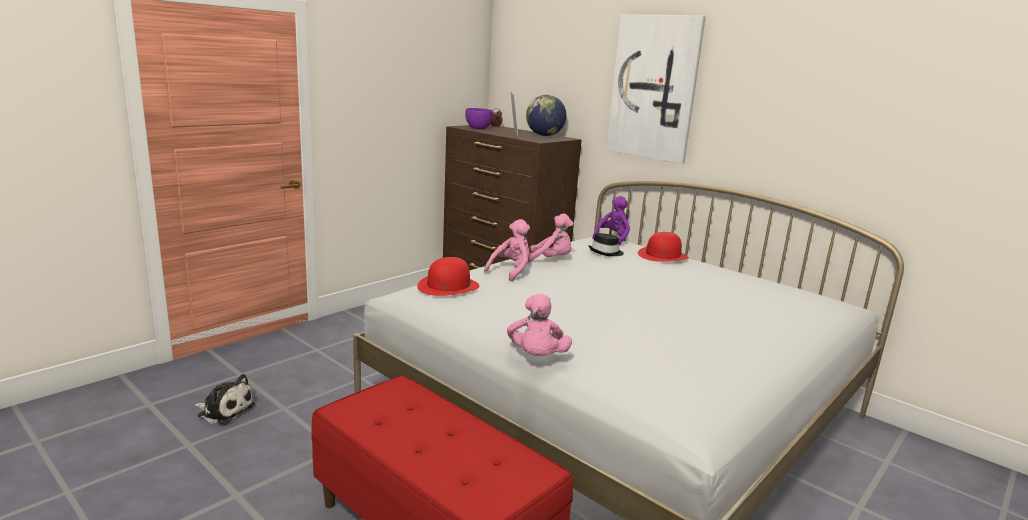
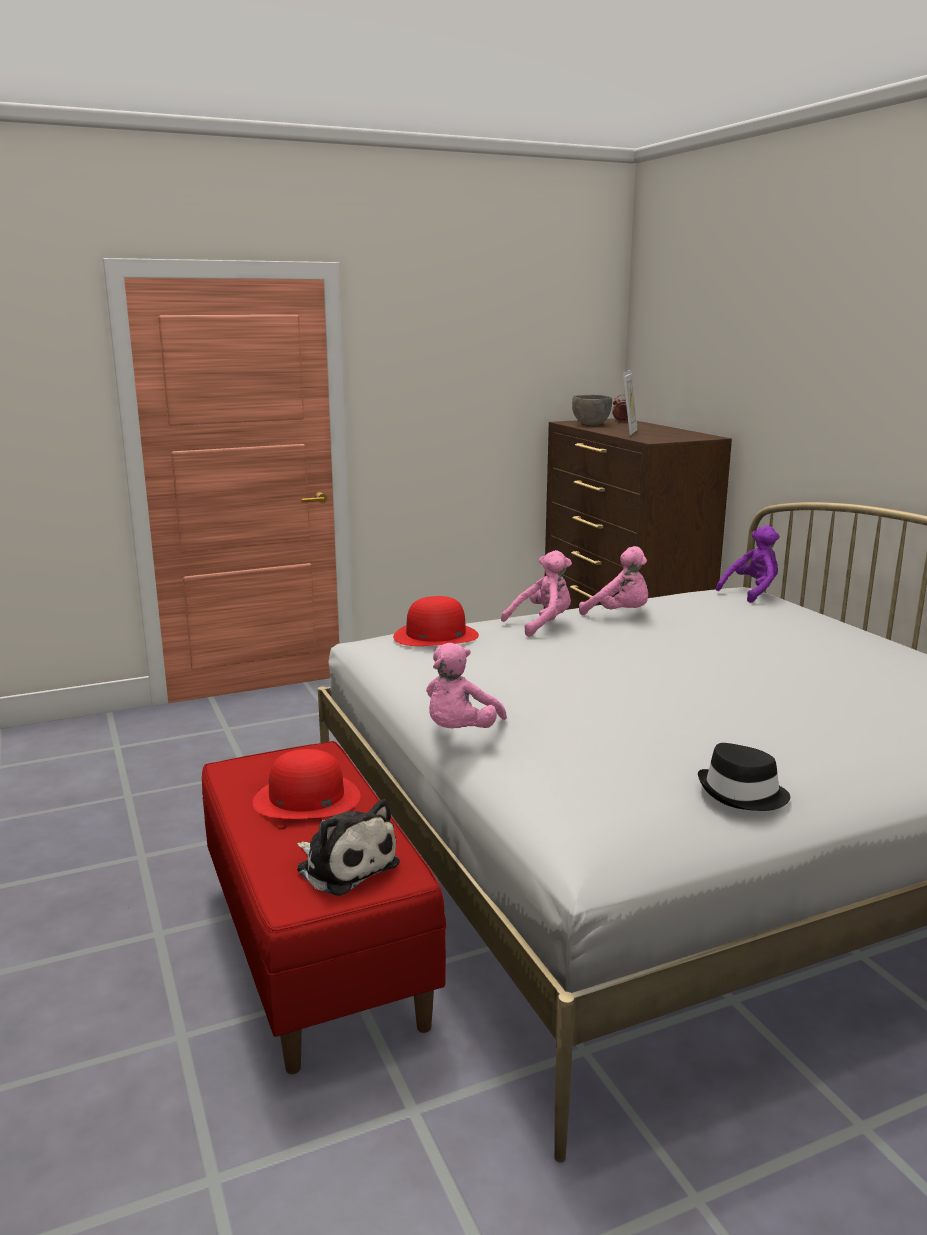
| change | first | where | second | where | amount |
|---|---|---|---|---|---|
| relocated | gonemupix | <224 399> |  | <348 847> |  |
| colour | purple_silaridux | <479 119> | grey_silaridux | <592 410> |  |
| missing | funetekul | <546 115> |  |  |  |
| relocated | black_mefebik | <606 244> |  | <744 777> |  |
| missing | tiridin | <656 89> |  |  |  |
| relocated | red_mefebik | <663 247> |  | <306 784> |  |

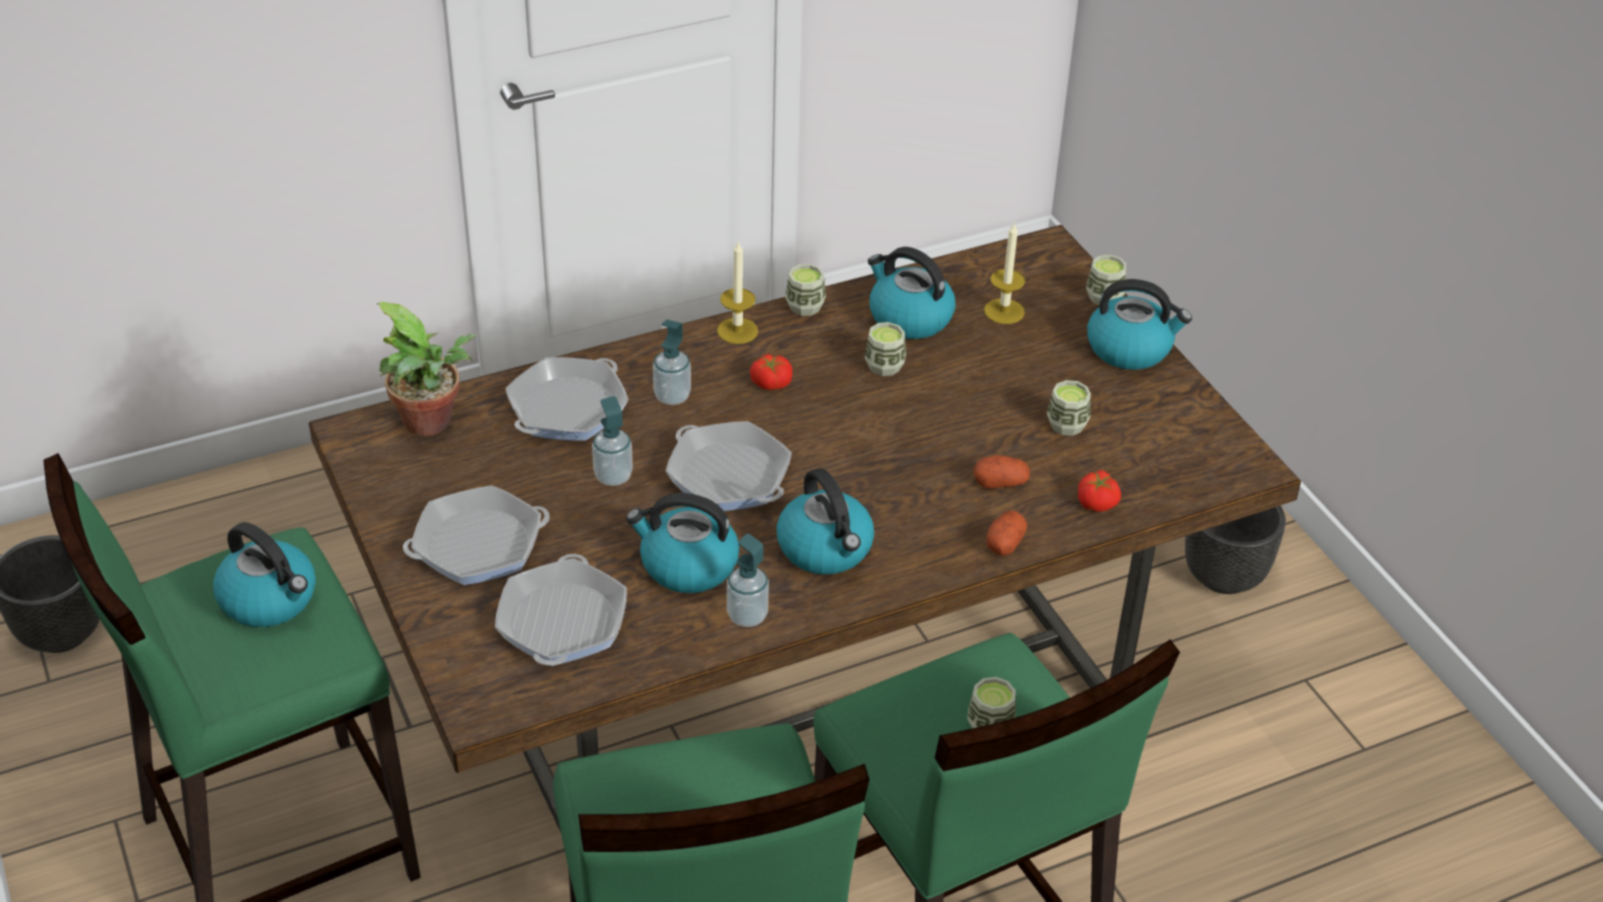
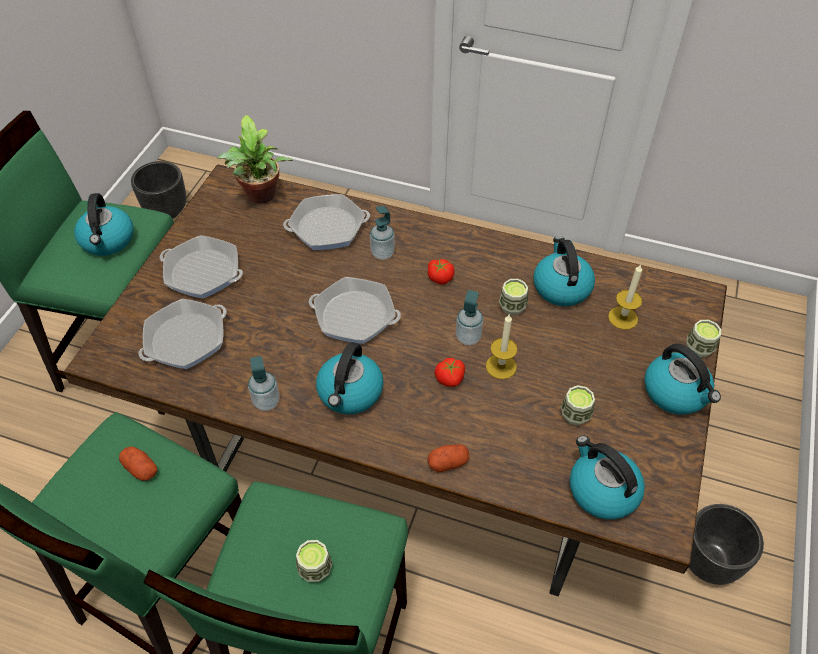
| change | first | where | second | where | amount |
|---|---|---|---|---|---|
| relocated | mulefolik | <612 441> |  | <469 317> |  |
| relocated | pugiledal | <682 543> |  | <607 478> |  |
| spun | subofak | <729 466> |  | <355 310> | 75 degrees counterclockwise |
| relocated | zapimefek | <737 293> |  | <501 347> |  |
| missing | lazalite | <805 290> |  |  |  |
| relocated | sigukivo | <1002 472> |  | <138 463> |  |
| relocated | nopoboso | <1099 491> |  | <449 372> |  |

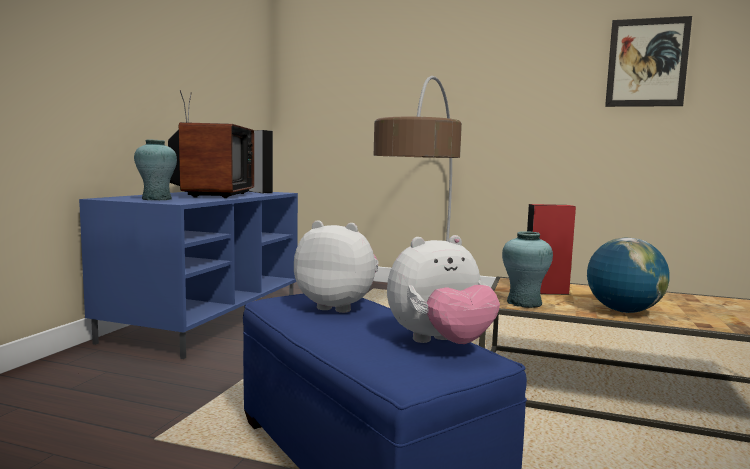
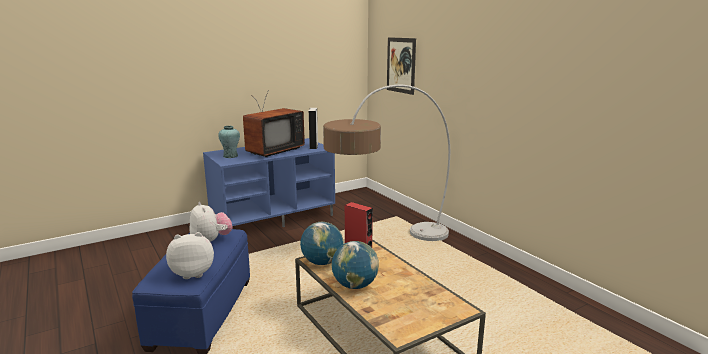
| change | first | where | second | where | amount |
|---|---|---|---|---|---|
| spun | gonemupix | <443 289> |  | <190 255> | 150 degrees clockwise |
| exchanged | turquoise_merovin | <527 269> | funetekul | <322 243> |  |
| relocated | tiridin | <648 61> |  | <401 66> |  |

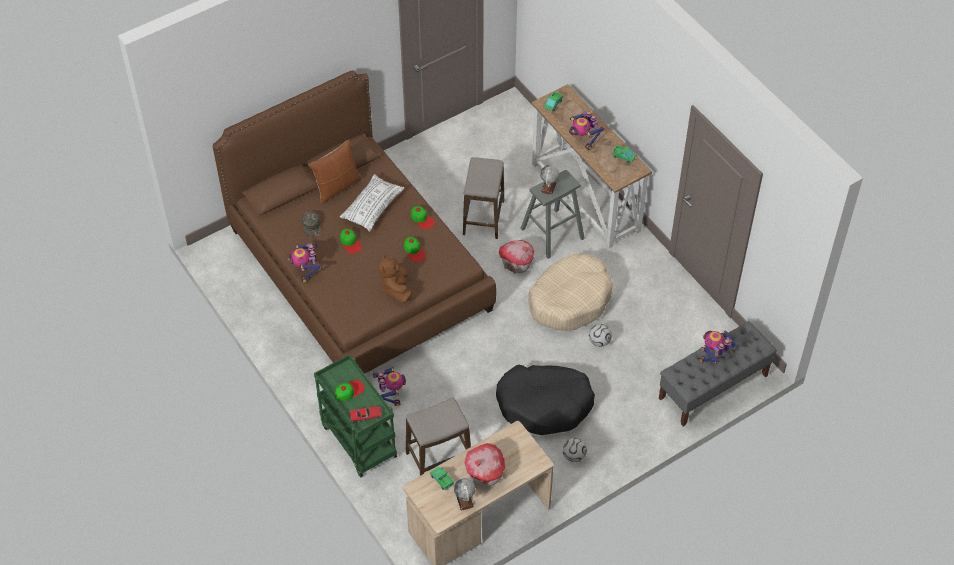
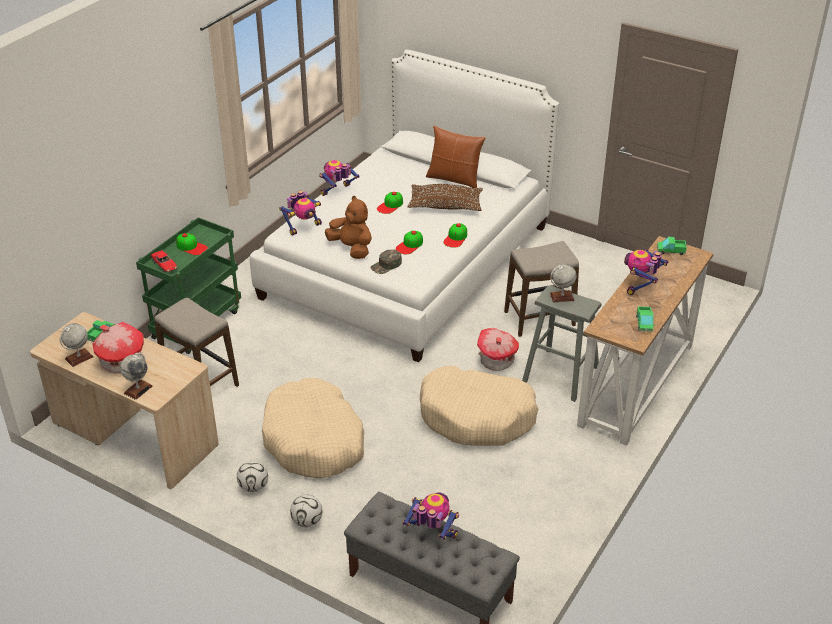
| change | first | where | second | where | amount |
|---|---|---|---|---|---|
| colour | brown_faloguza | <354 222> | white_faloguza | <404 206> |  |
| relocated | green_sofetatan | <311 224> |  | <386 261> |  |
| colour | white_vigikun | <372 203> | brown_vigikun | <445 197> |  |
| relocated | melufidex | <389 386> |  | <300 213> |  |
| spun | brown_gonemupix | <395 279> |  | <348 227> | 75 degrees clockwise |
| colour | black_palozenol | <545 400> | beige_palozenol | <313 428> |  |
| relocated | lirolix | <600 335> |  | <306 511> |  |
| appeared |  |  | funetekul | <136 376> |  |

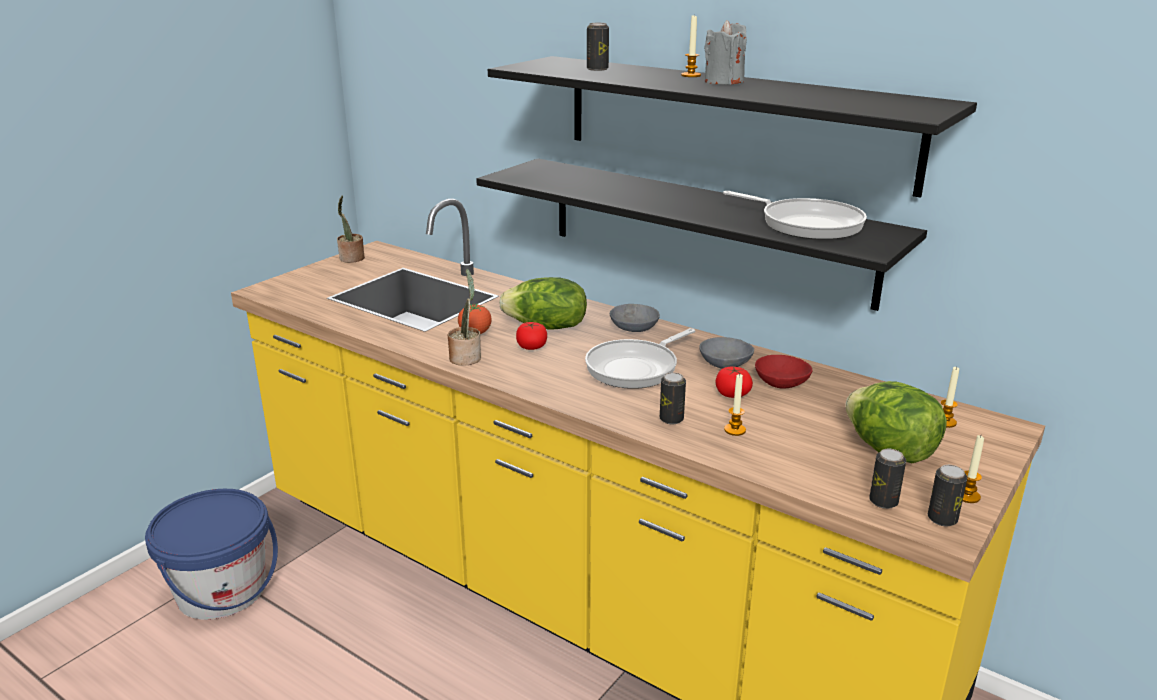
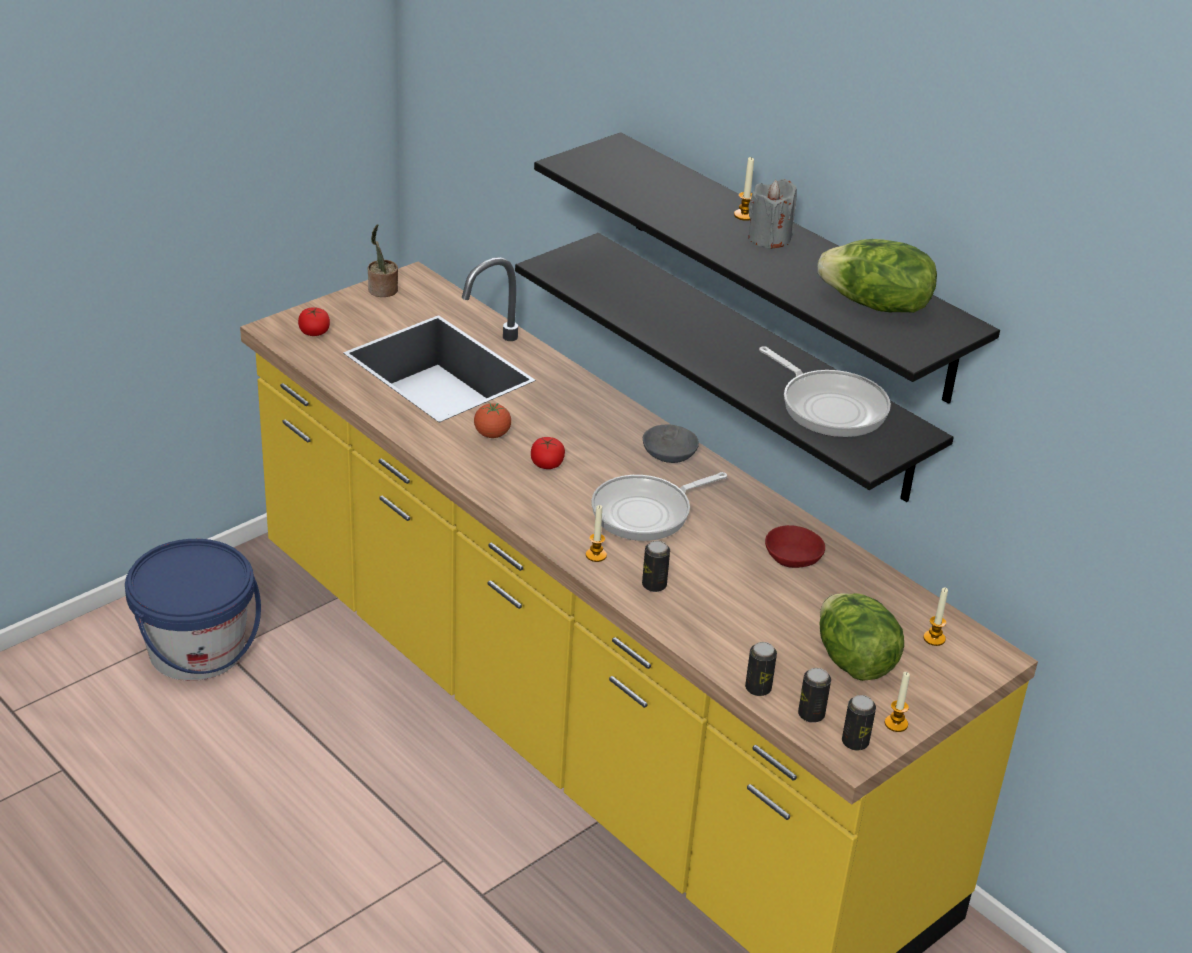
| change | first | where | second | where | amount |
|---|---|---|---|---|---|
| missing | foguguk | <464 317> |  |  |  |
| relocated | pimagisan | <543 303> |  | <877 276> |  |
| relocated | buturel | <598 47> |  | <761 669> |  |
| missing | grey_silaridux | <726 353> |  |  |  |
| relocated | nopoboso | <734 382> |  | <314 321> |  |
| relocated | zapimefek | <735 405> |  | <596 533> |  |

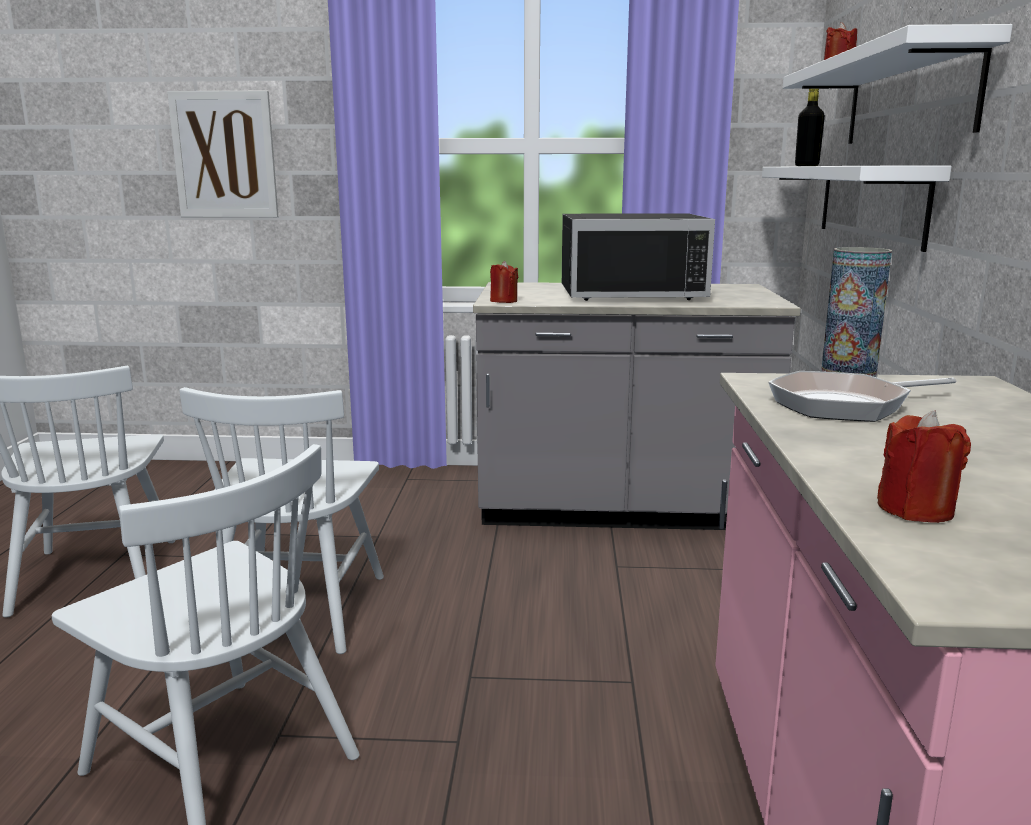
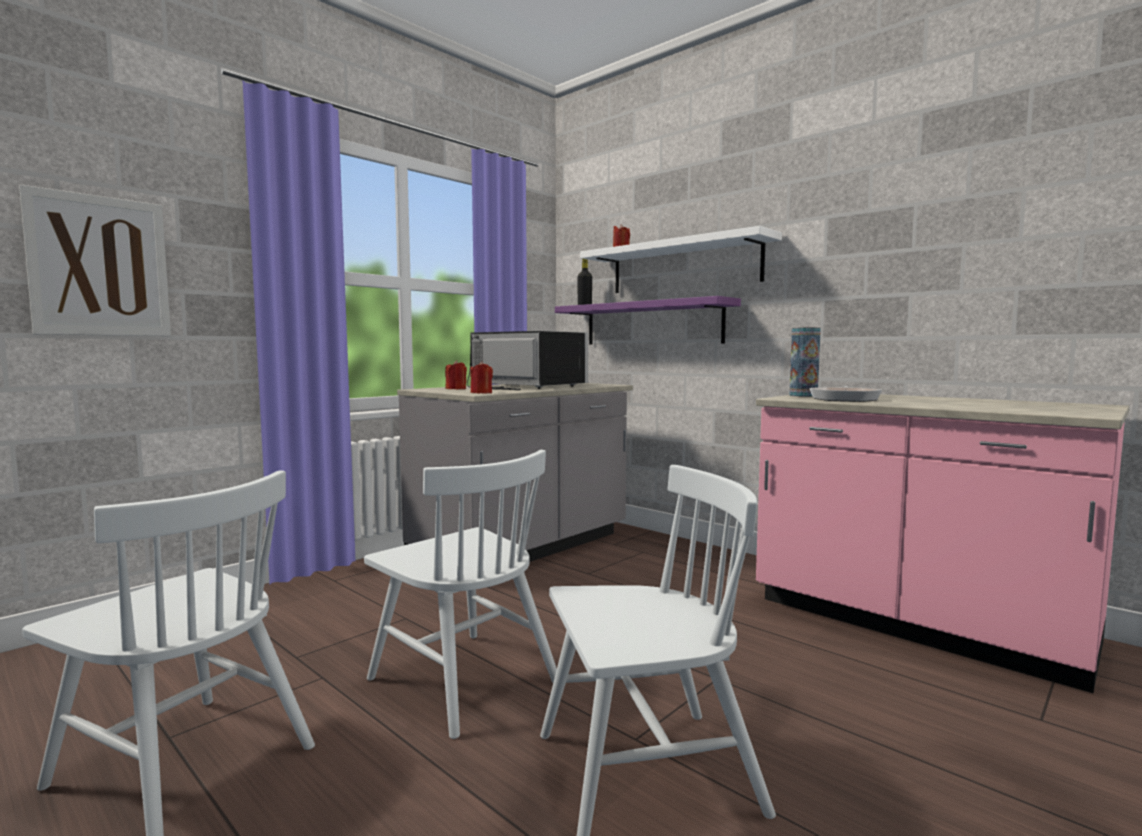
| change | first | where | second | where | amount |
|---|---|---|---|---|---|
| spun | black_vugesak | <638 257> |  | <527 360> | 90 degrees counterclockwise |
| colour | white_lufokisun | <857 209> | purple_lufokisun | <648 320> |  |
| relocated | red_zapimefek | <924 466> |  | <456 374> |  |

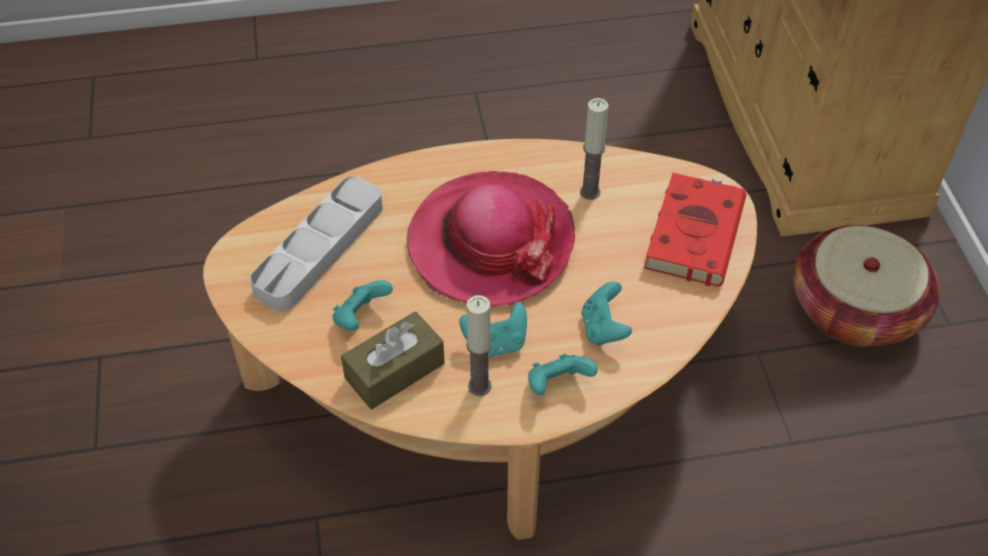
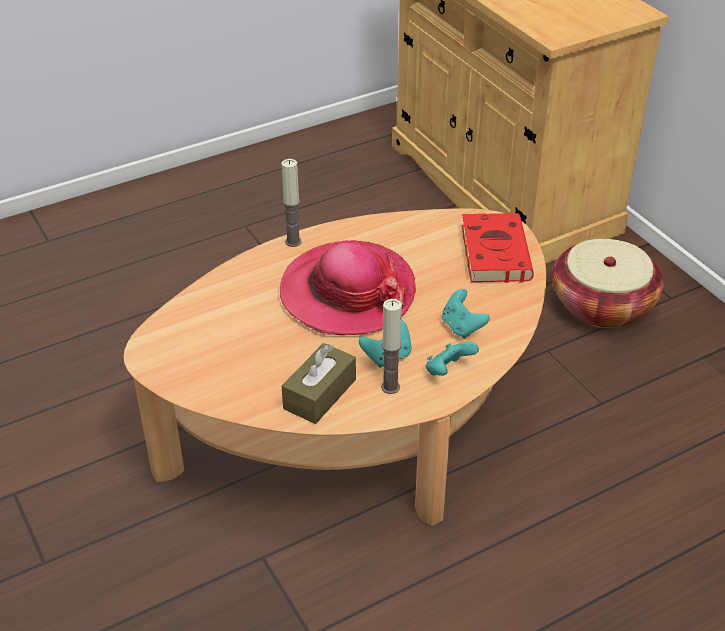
| change | first | where | second | where | amount |
|---|---|---|---|---|---|
| missing | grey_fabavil | <316 243> |  |  |  |
| missing | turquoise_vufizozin | <362 305> |  |  |  |
| relocated | zapimefek | <594 149> |  | <291 203> |  |

